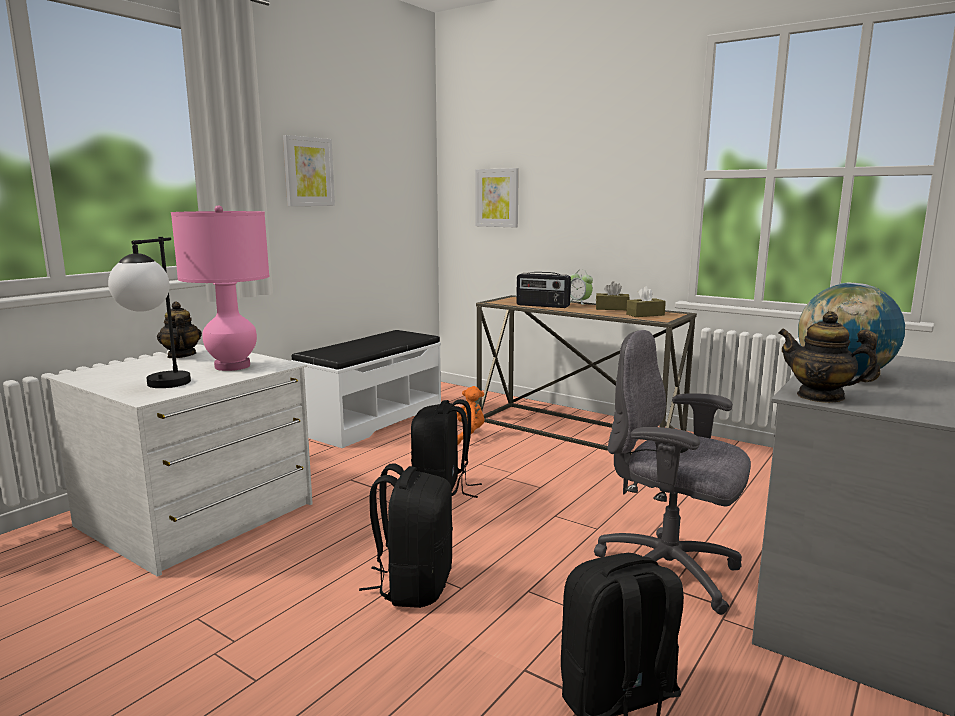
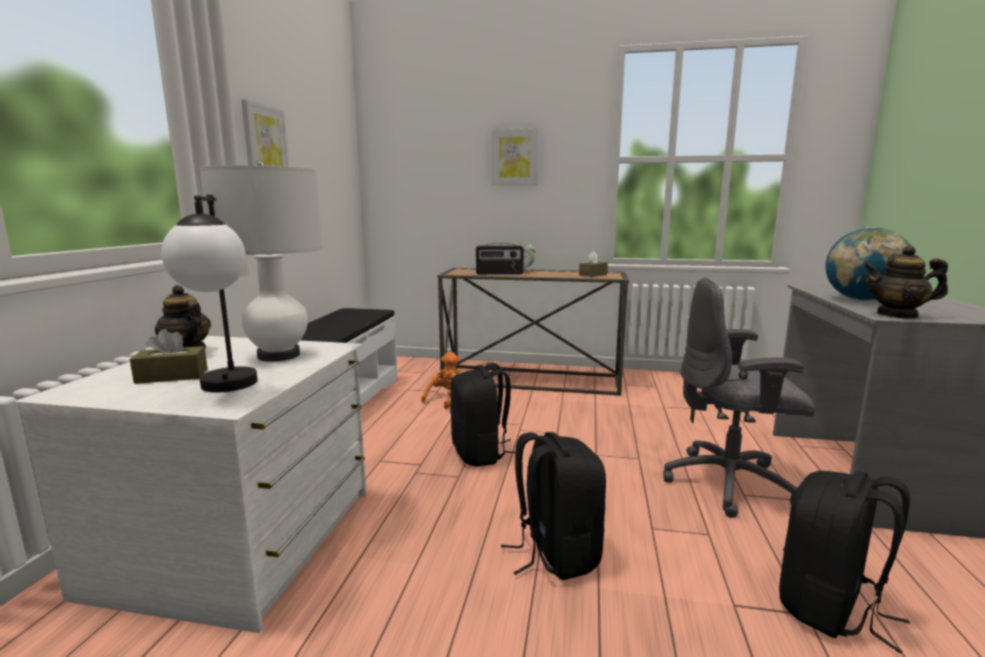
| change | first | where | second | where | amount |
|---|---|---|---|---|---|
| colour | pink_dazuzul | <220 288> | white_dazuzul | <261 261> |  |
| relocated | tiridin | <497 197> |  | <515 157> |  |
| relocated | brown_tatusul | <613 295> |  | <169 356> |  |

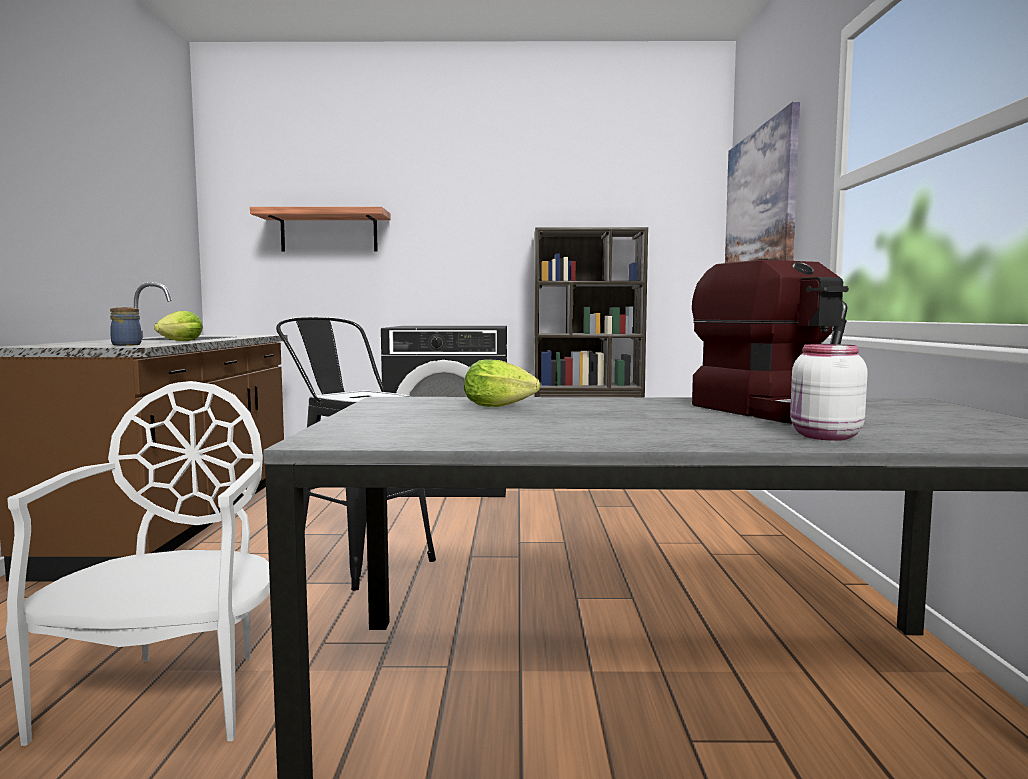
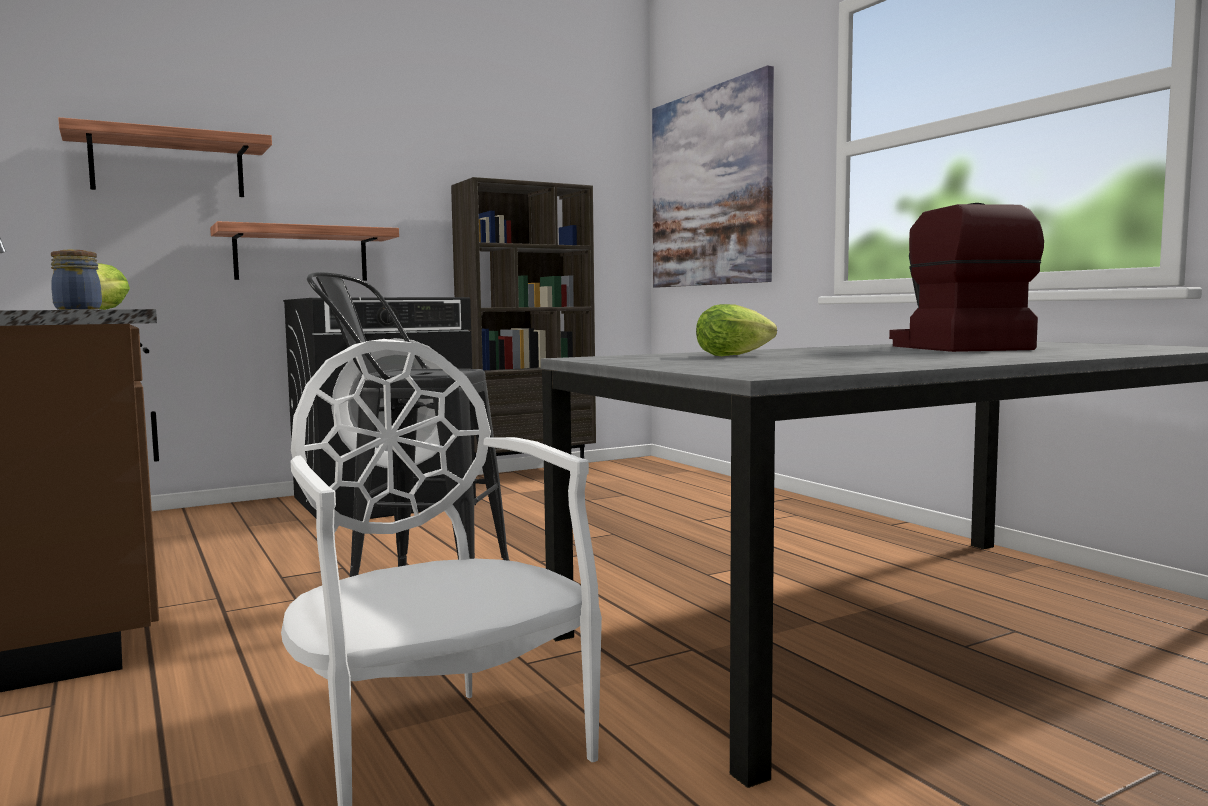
| change | first | where | second | where | amount |
|---|---|---|---|---|---|
| spun | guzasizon | <770 341> |  | <966 277> | 135 degrees counterclockwise |
| missing | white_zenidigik | <829 392> |  |  |  |
| appeared |  |  | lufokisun | <304 251> |  |

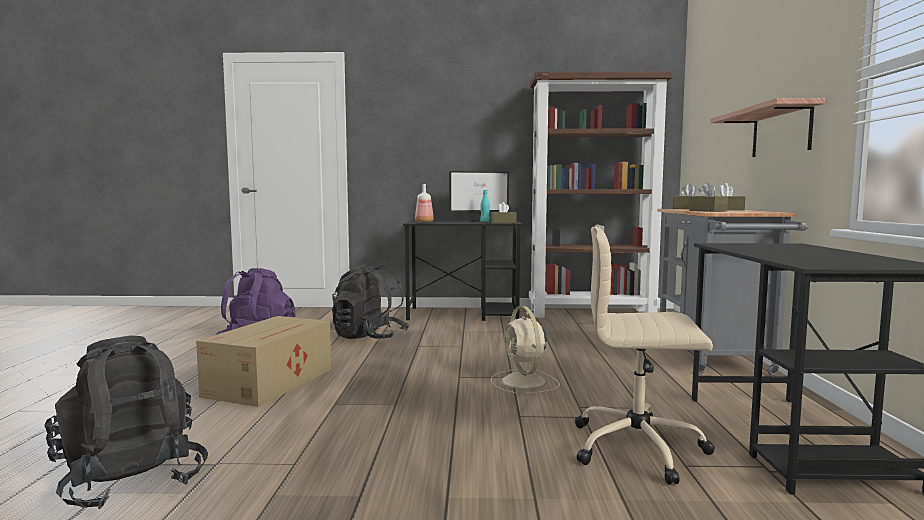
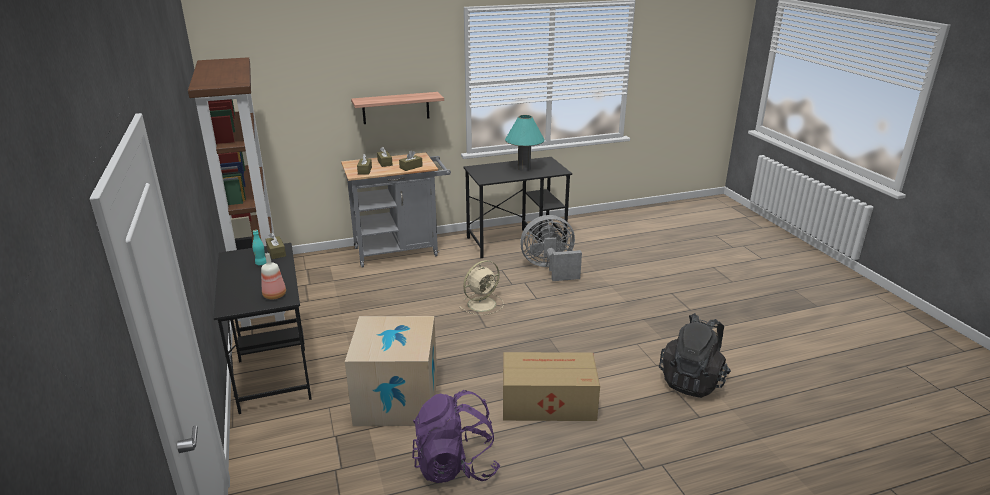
| change | first | where | second | where | amount |
|---|---|---|---|---|---|
| exchanged | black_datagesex | <370 302> | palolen | <391 371> |  |
| missing | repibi | <479 196> |  |  |  |
| exchanged | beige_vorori | <645 356> | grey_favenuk | <551 248> |  |
| appeared |  |  | turquoise_dazuzul | <525 143> |  |

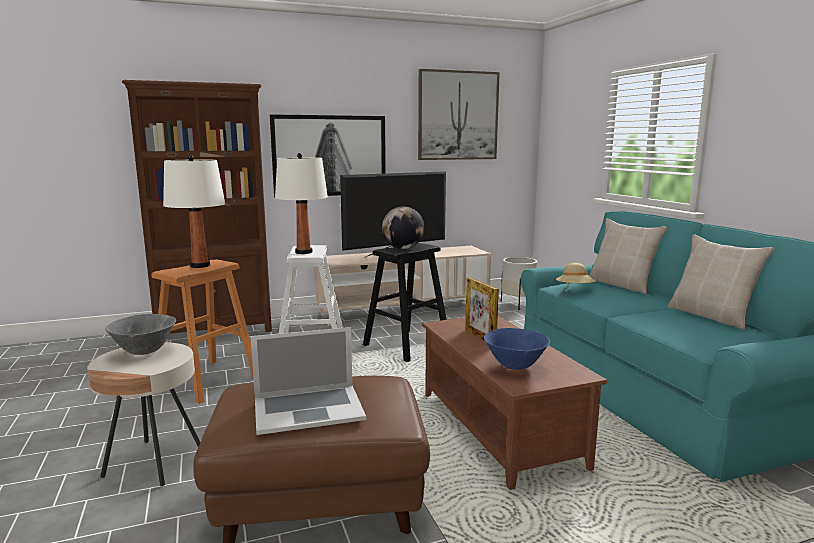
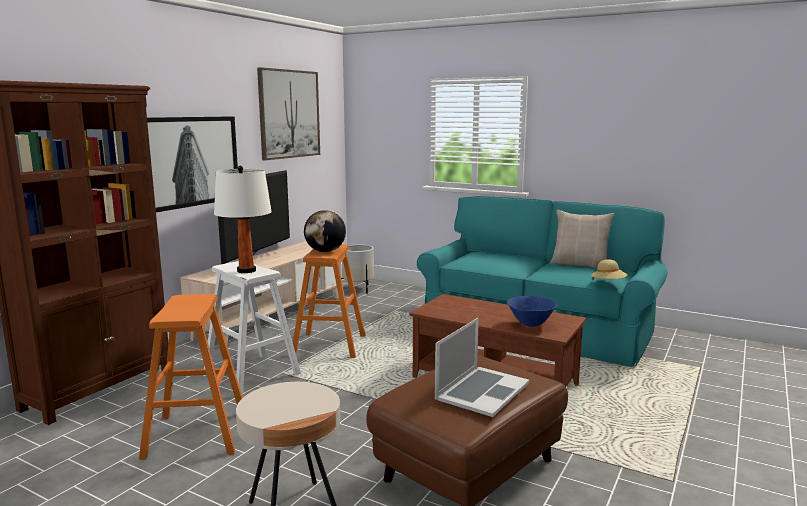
| change | first | where | second | where | amount |
|---|---|---|---|---|---|
| missing | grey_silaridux | <140 334> |  |  |  |
| missing | white_dazuzul | <194 211> |  |  |  |
| colour | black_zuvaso | <405 302> | orange_zuvaso | <329 301> |  |
| missing | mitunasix | <482 309> |  |  |  |
| relocated | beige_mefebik | <576 273> |  | <609 269> |  |
| missing | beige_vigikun | <628 256> |  |  |  |

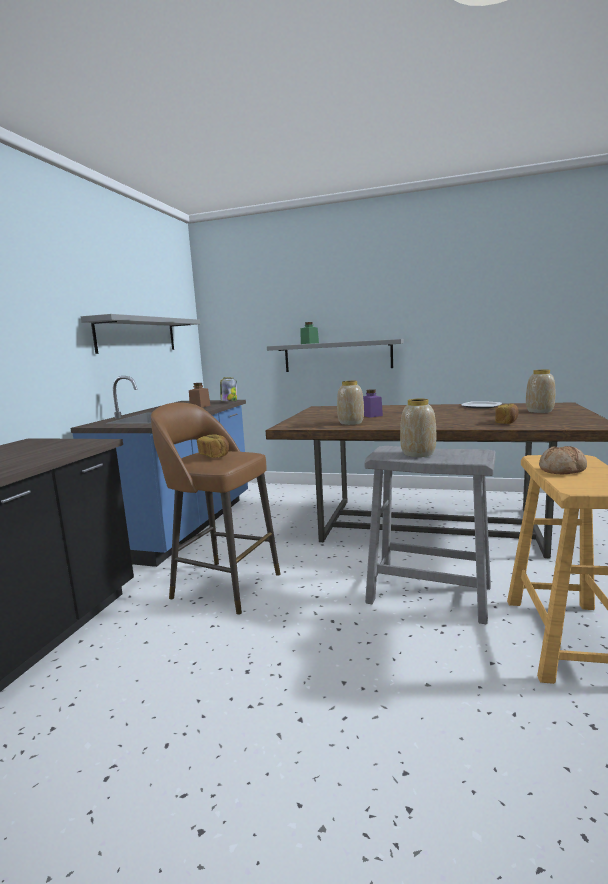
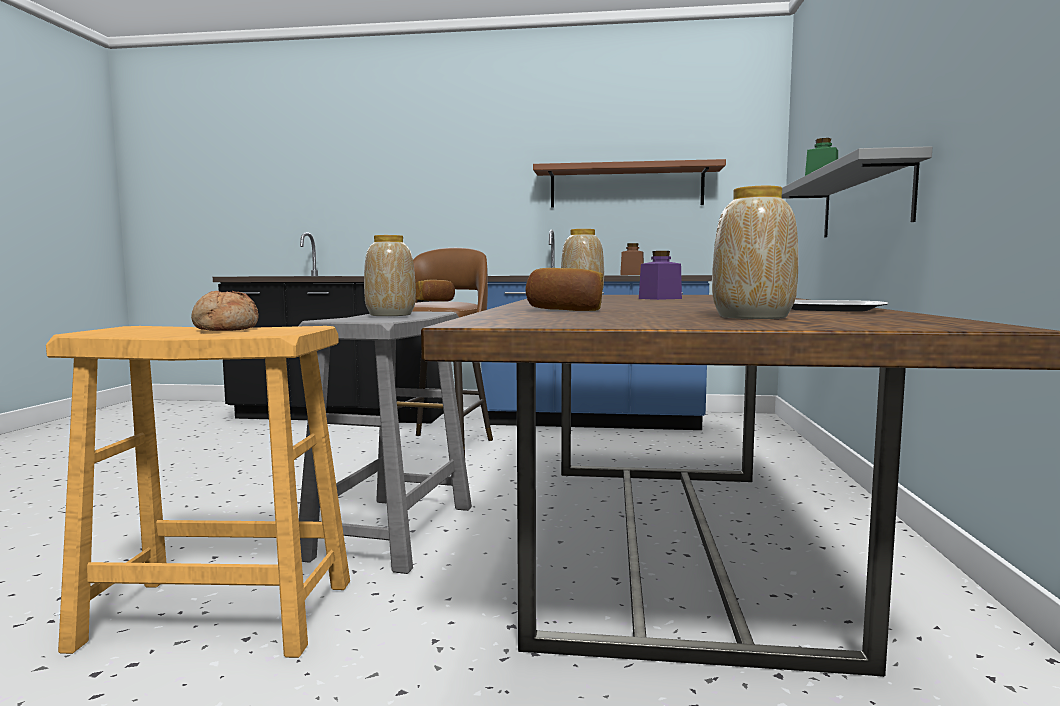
| change | first | where | second | where | amount |
|---|---|---|---|---|---|
| colour | grey_lufokisun | <140 334> | brown_lufokisun | <629 183> |  |
| missing | zenidigik | <228 389> |  |  |  |

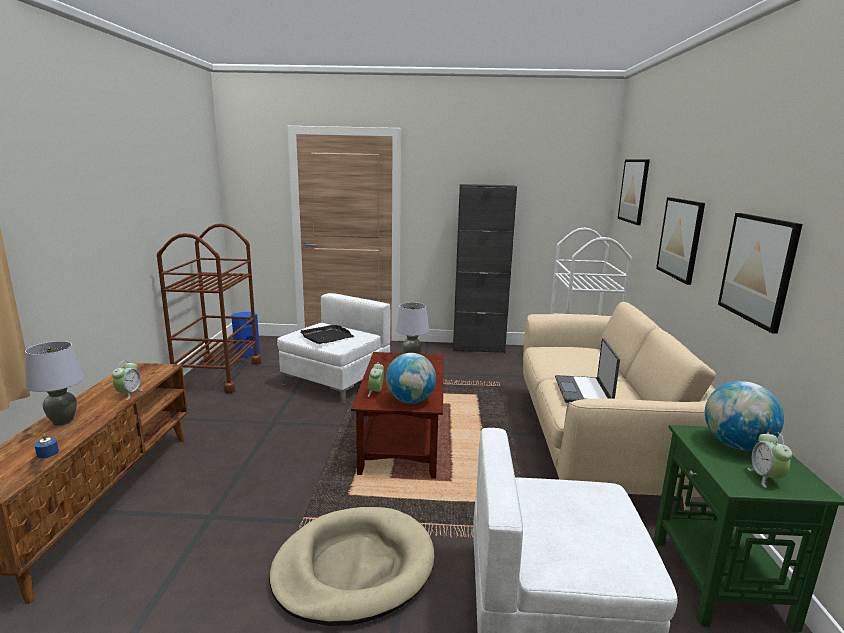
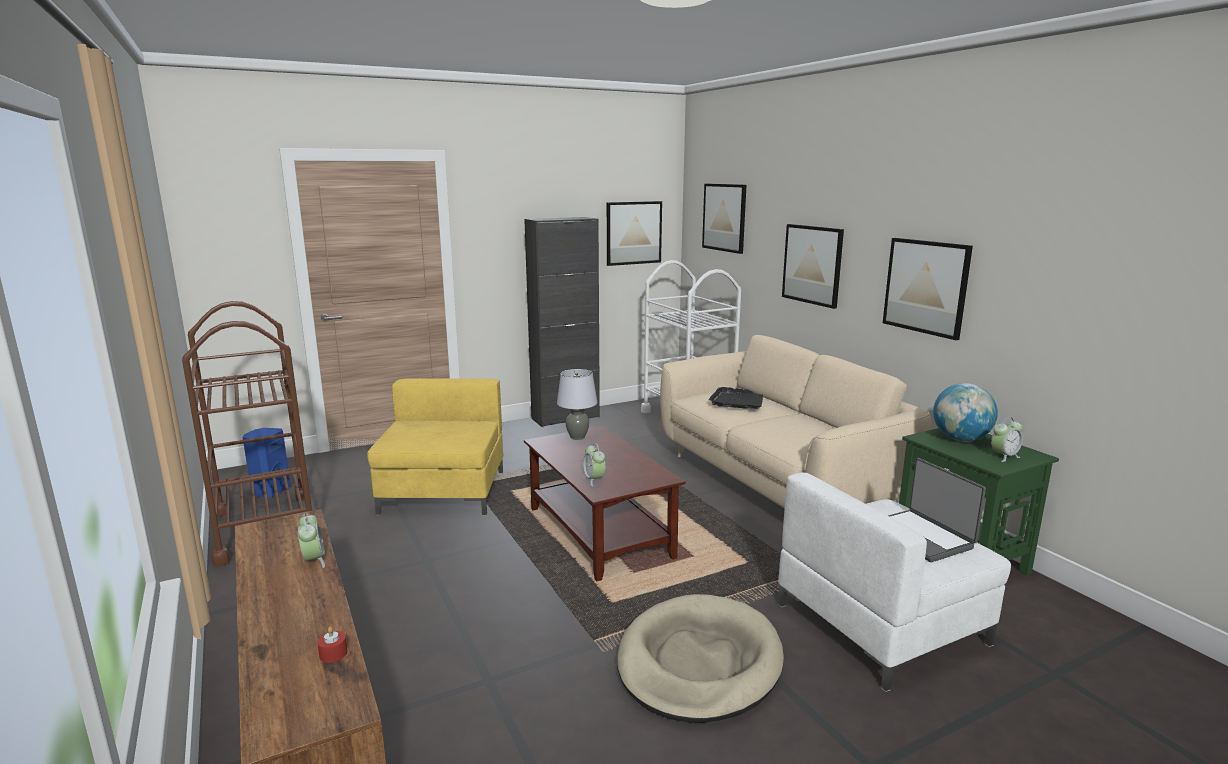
| change | first | where | second | where | amount |
|---|---|---|---|---|---|
| missing | grey_dazuzul | <54 383> |  |  |  |
| colour | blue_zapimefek | <47 446> | red_zapimefek | <332 645> |  |
| colour | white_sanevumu | <333 348> | yellow_sanevumu | <435 447> |  |
| relocated | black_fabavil | <327 334> |  | <735 398> |  |
| missing | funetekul | <411 378> |  |  |  |
| relocated | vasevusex | <587 370> |  | <937 510> |  |
| spun | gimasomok | <770 460> |  | <1007 439> | 90 degrees counterclockwise |
| appeared |  |  | tiridin | <634 233> |  |

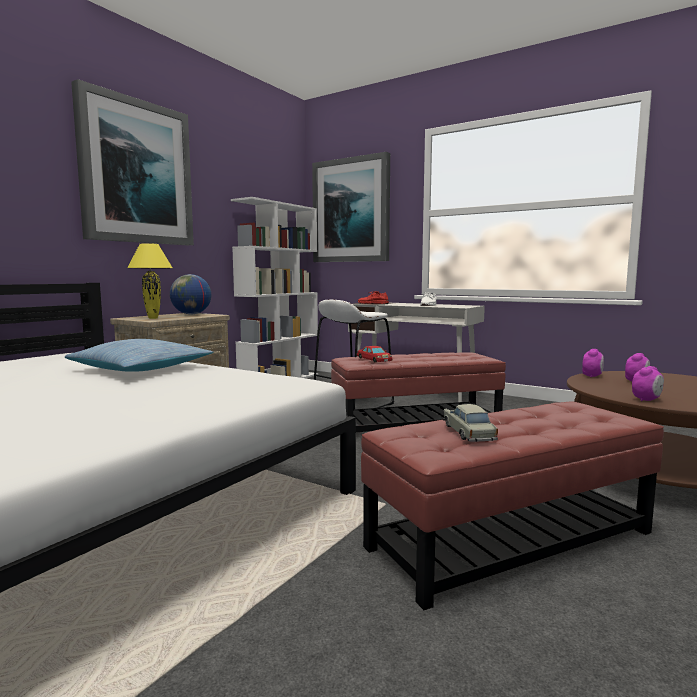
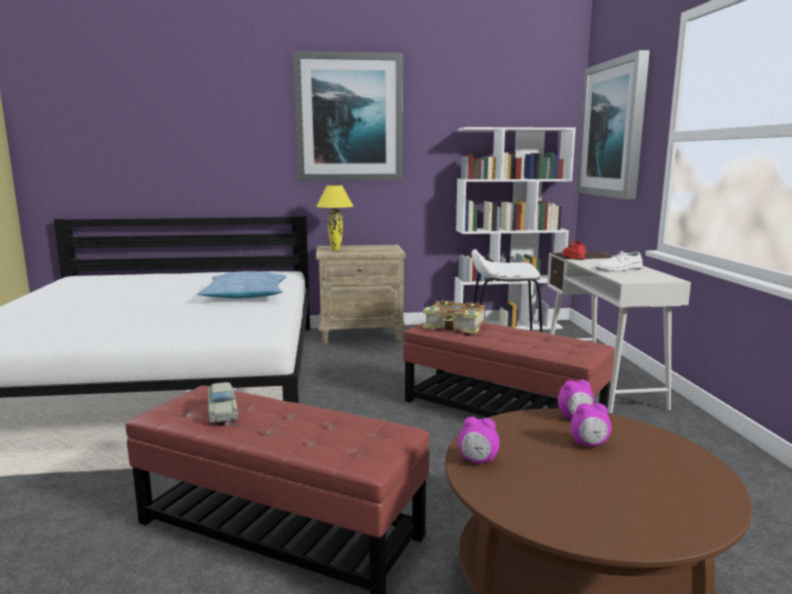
| change | first | where | second | where | amount |
|---|---|---|---|---|---|
| missing | funetekul | <190 294> |  |  |  |
| exchanged | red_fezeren | <375 354> | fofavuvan | <454 317> |  |
| spun | beige_fezeren | <470 423> |  | <223 402> | 120 degrees clockwise |

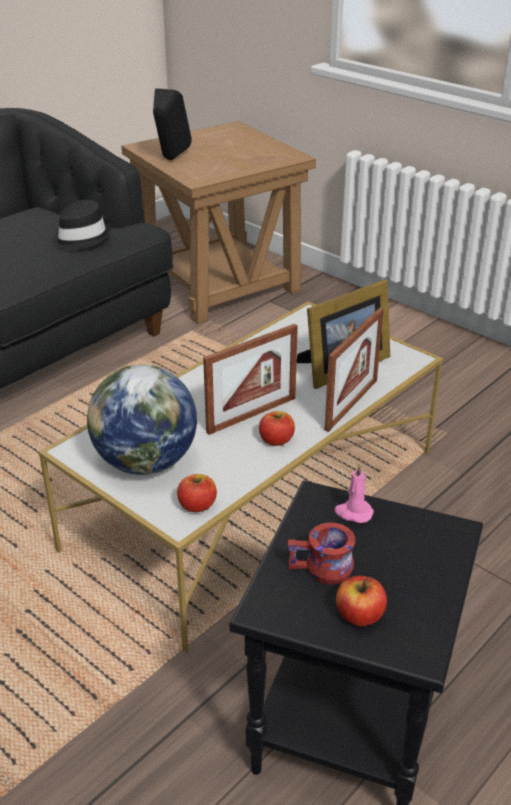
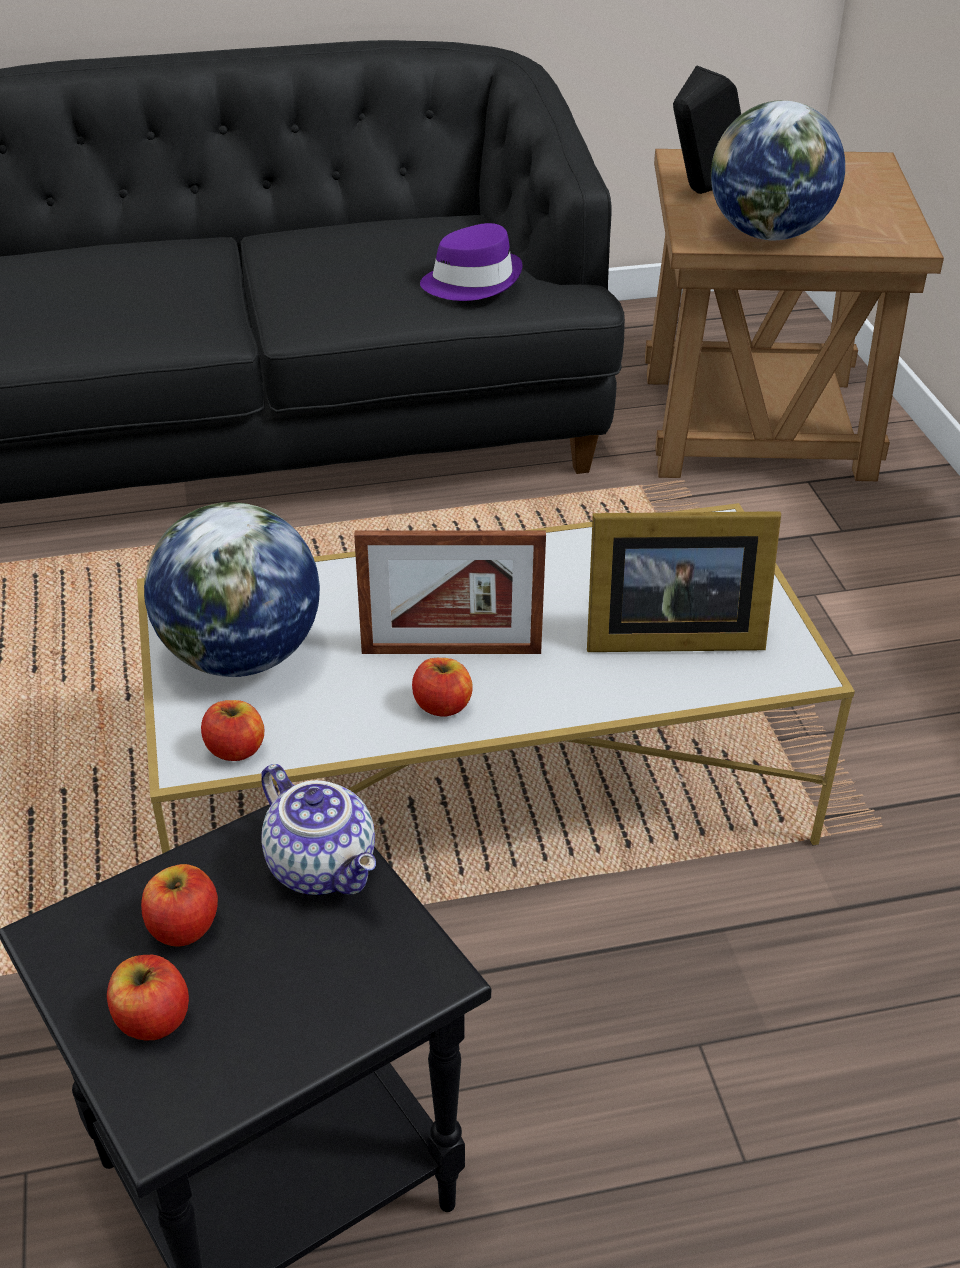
| change | first | where | second | where | amount |
|---|---|---|---|---|---|
| colour | black_mefebik | <81 225> | purple_mefebik | <471 262> |  |
| exchanged | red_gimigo | <321 554> | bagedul | <179 905> |  |
| missing | mitunasix | <354 370> |  |  |  |
| exchanged | pink_zapimefek | <354 493> | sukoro | <318 829> |  |
| appeared |  |  | funetekul | <778 170> |  |

